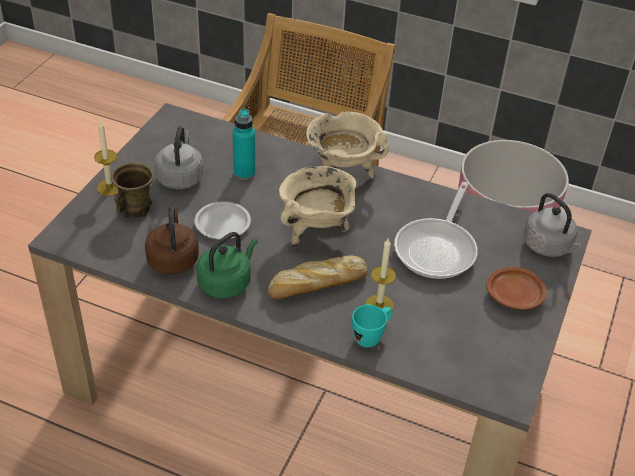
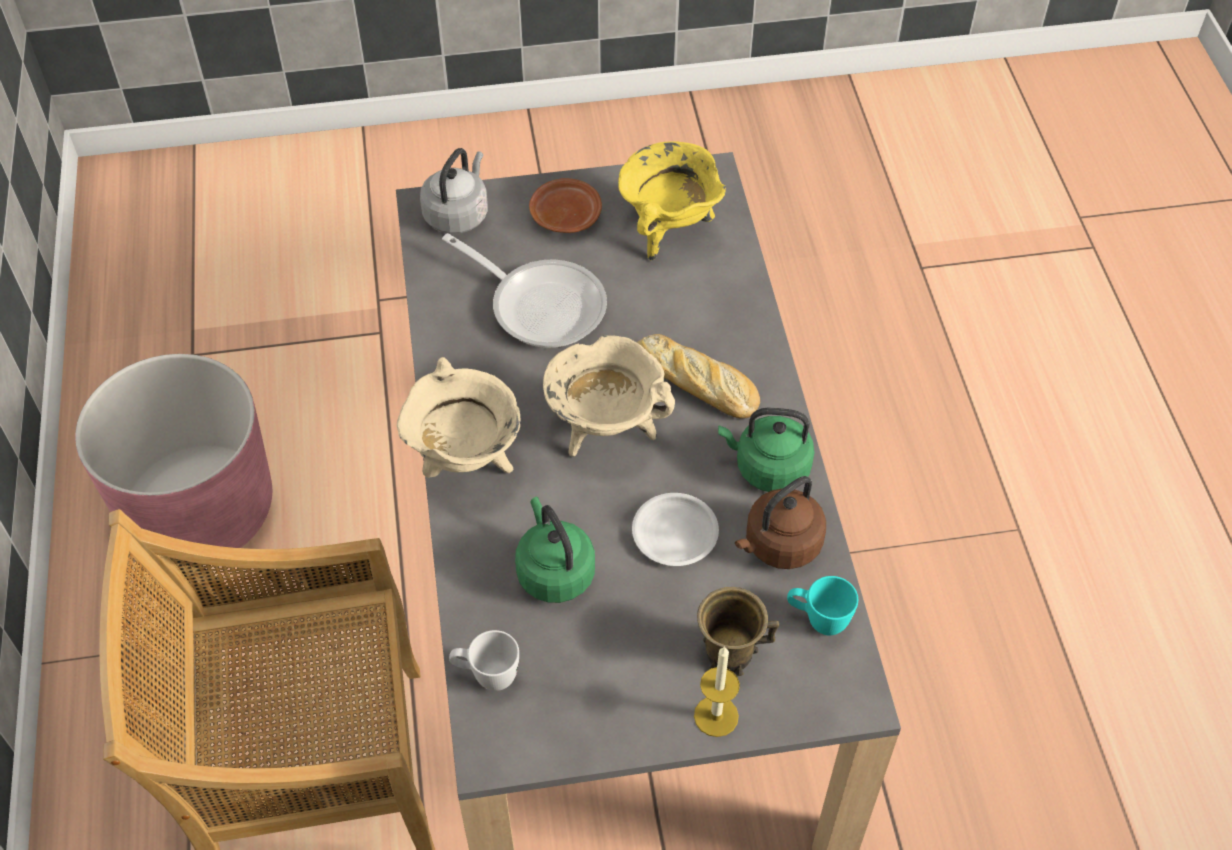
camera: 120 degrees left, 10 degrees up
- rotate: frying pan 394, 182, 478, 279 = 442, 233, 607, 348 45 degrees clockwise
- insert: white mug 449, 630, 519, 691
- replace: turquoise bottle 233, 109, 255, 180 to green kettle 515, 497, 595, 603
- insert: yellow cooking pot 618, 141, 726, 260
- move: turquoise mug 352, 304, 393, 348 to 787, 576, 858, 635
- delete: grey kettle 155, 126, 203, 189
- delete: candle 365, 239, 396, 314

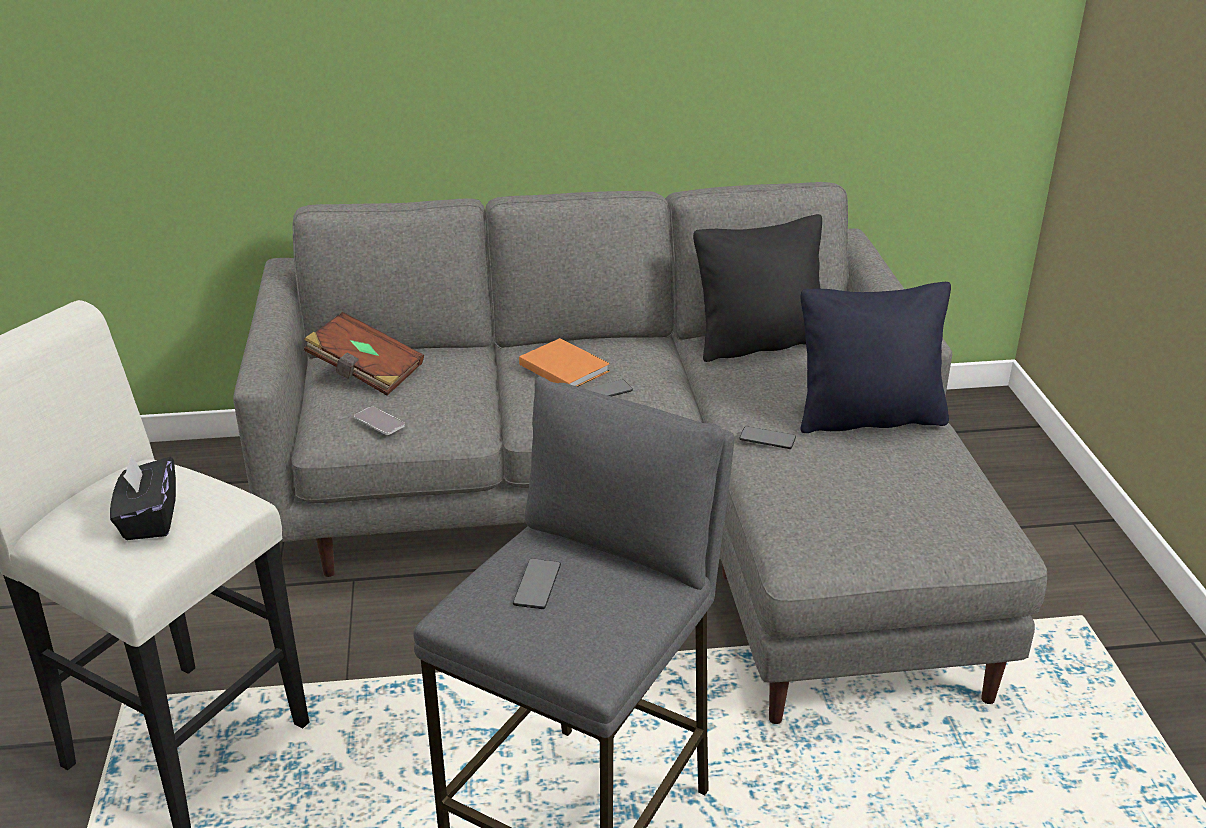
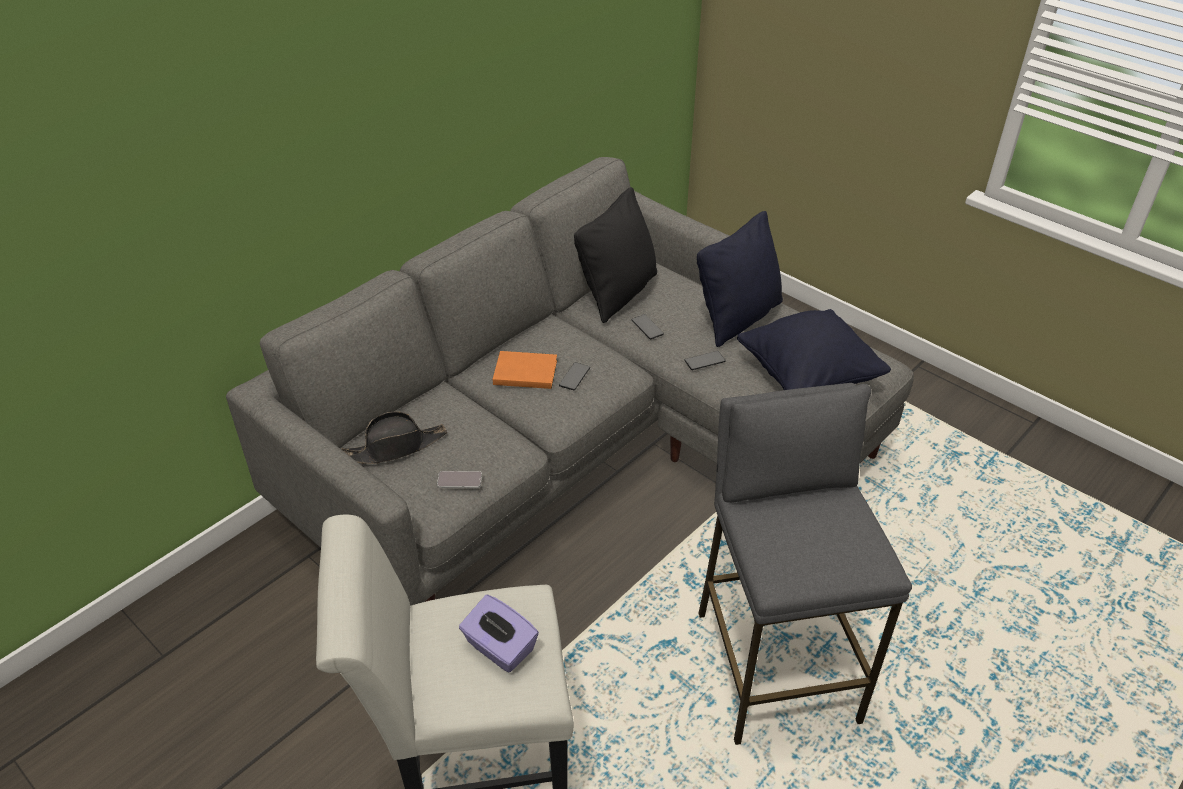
camera: 40 degrees left, 10 degrees up
- replace: brown book 304, 312, 424, 395 to black hat 341, 411, 447, 464
- recolor: black tissue box 110, 455, 176, 540 to purple tissue box 459, 595, 539, 673
- move: phone 513, 558, 561, 609 to 632, 314, 664, 339
- insert: black pillow 737, 309, 891, 390

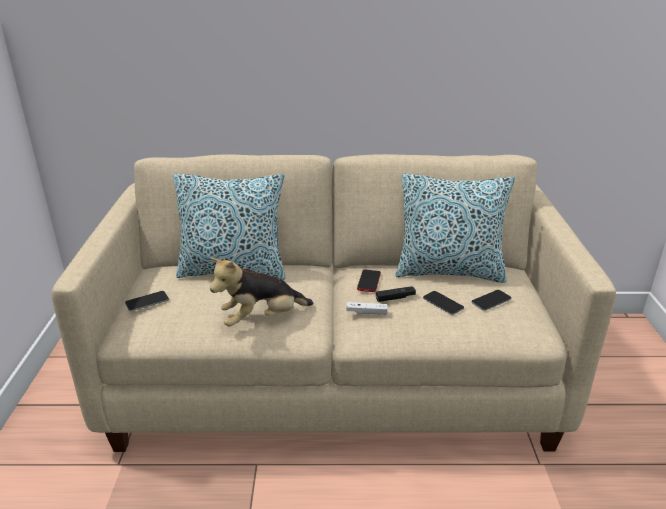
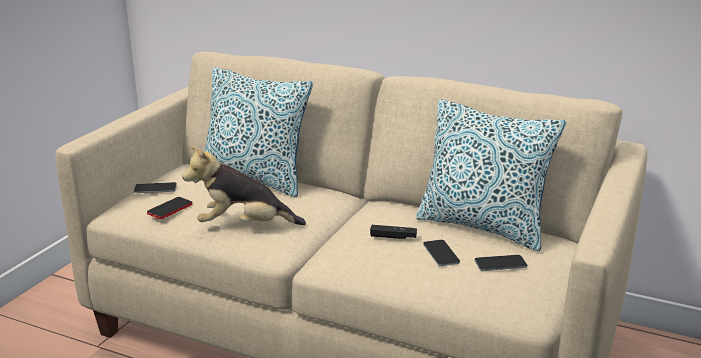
camera: 25 degrees right, 5 degrees down
- move: phone 357, 269, 381, 292 to 147, 197, 192, 219
- delete: white game controller 346, 302, 388, 315

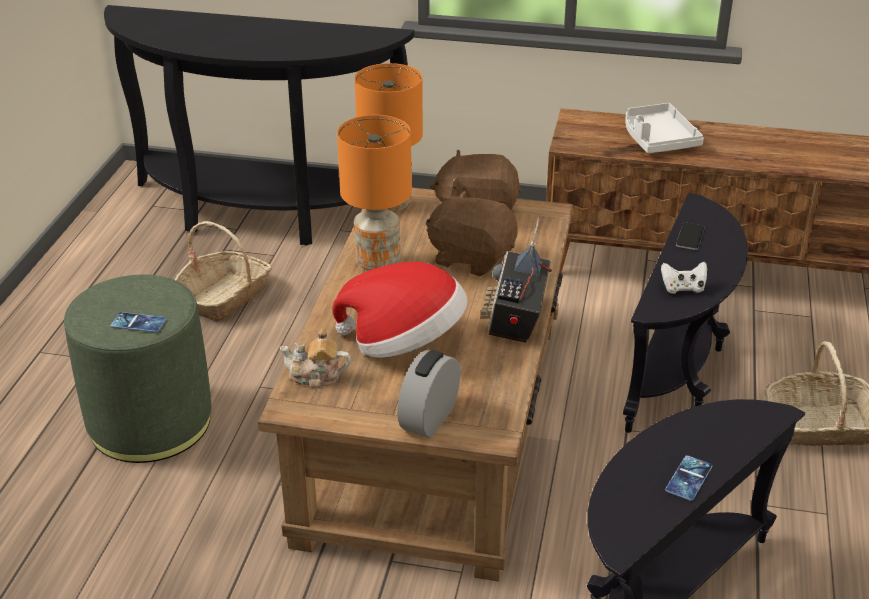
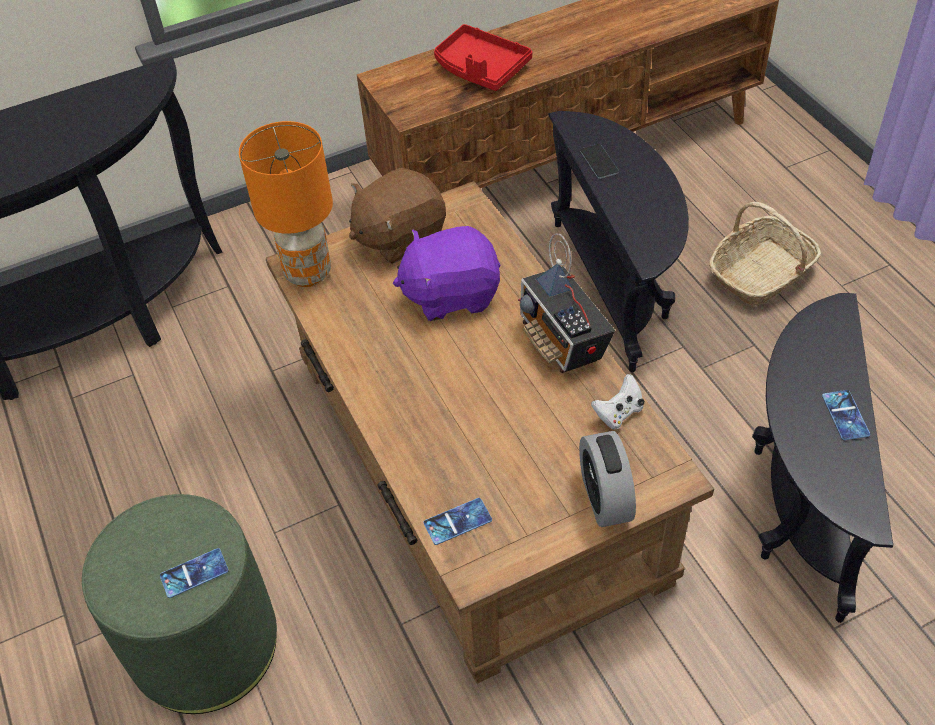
camera: 35 degrees left, 15 degrees up
- recolor: brown plush toy 426, 190, 518, 276 to purple plush toy 393, 226, 500, 321
- replace: teapot 280, 329, 351, 388 to phone 423, 498, 492, 545
- recolor: grey tray 625, 103, 704, 153 to red tray 434, 24, 532, 91
- move: white game controller 661, 262, 707, 294 to 591, 374, 644, 429
- delete: basket 174, 221, 272, 322
- delete: hat 332, 262, 468, 358
- delete: orange table lamp 337, 115, 412, 271

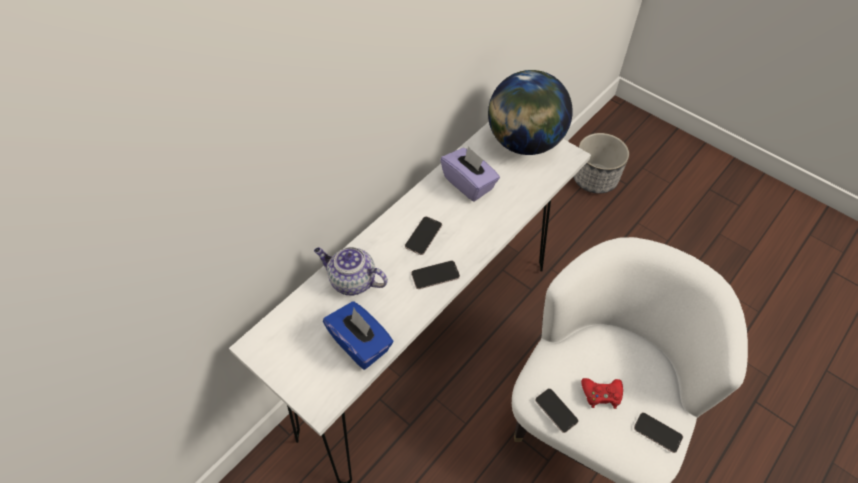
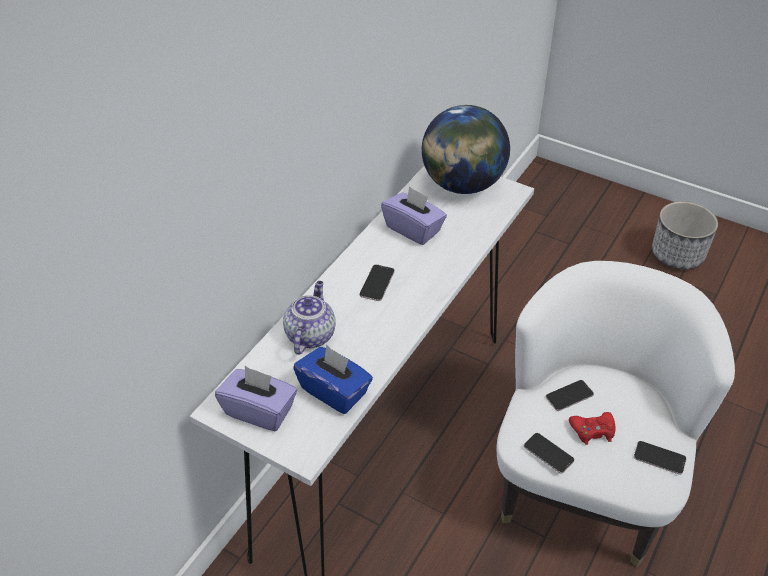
camera: 10 degrees left, 10 degrees down
- insert: purple tissue box 215, 366, 297, 431
- rotate: teapot 314, 247, 388, 295 = 283, 281, 336, 355 90 degrees clockwise
- move: phone 411, 260, 460, 289 to 546, 380, 594, 411
- move: planter 573, 133, 629, 194 to 652, 201, 718, 269

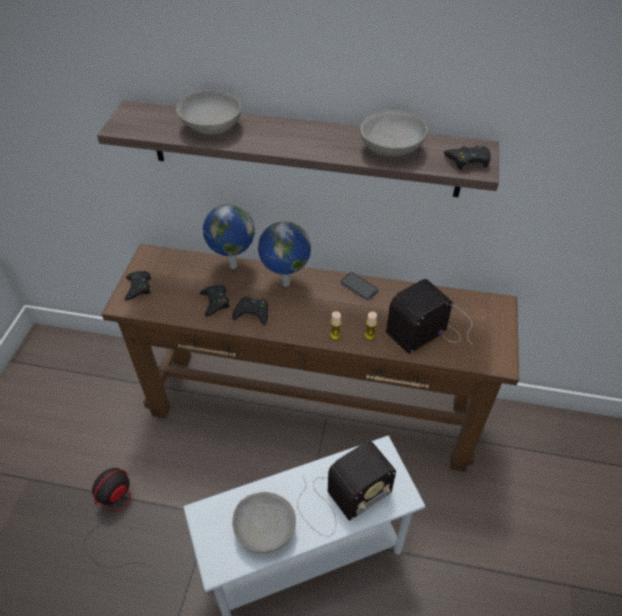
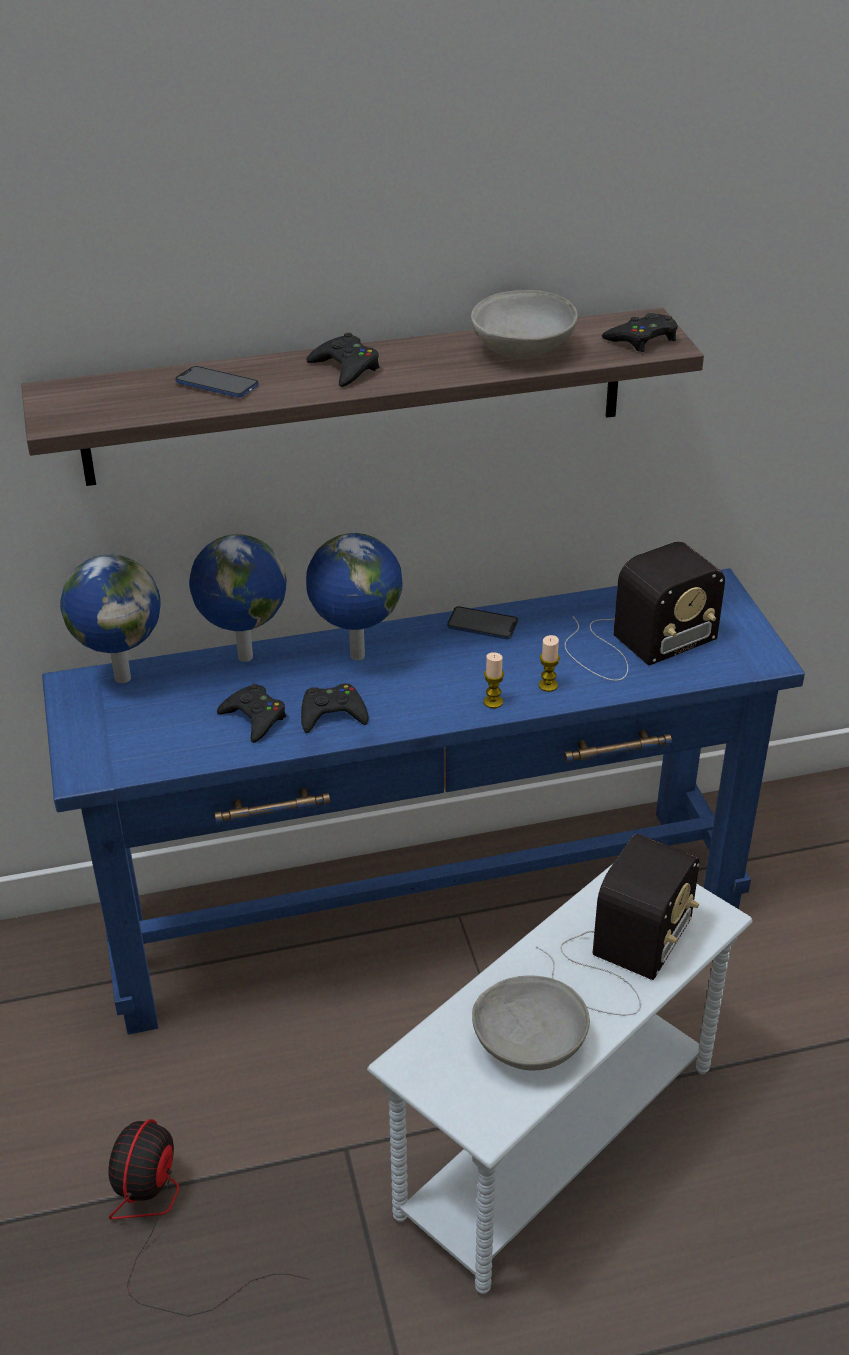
camera: 25 degrees left, 10 degrees down
- recolor: brown console table 101, 244, 519, 472 to blue console table 42, 568, 805, 1034
- insert: globe 60, 555, 161, 683
- replace: grey bowl 176, 90, 242, 134 to phone 175, 366, 259, 397
- move: black game controller 125, 271, 151, 300 to 306, 333, 379, 387
- rotate: radio 386, 279, 473, 354 = 564, 541, 725, 681 150 degrees counterclockwise

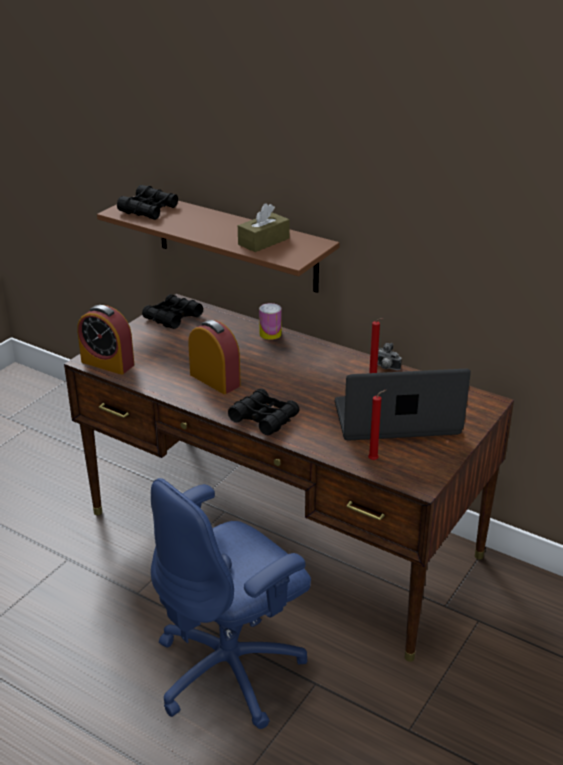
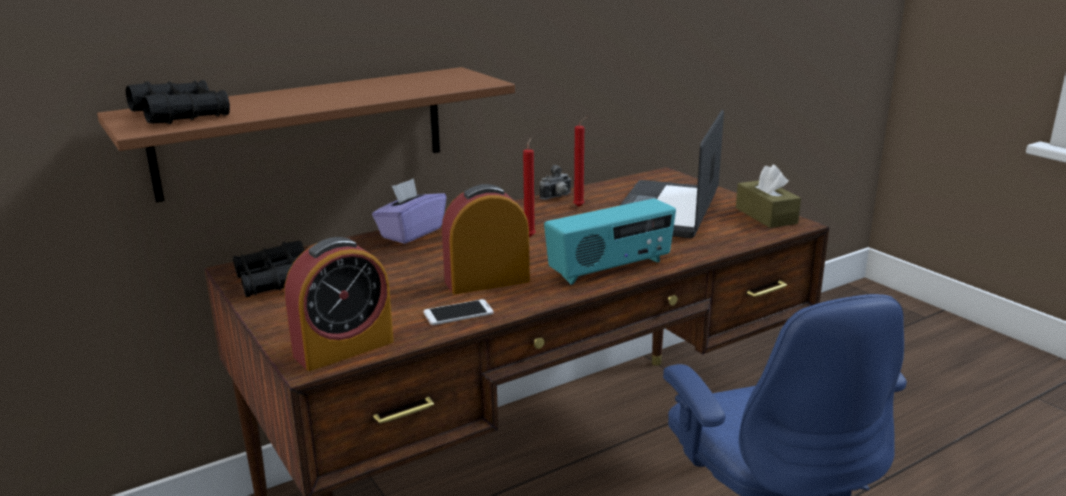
camera: 65 degrees left, 10 degrees down
- replace: can 259, 303, 281, 340 to purple tissue box 372, 178, 447, 244
- insert: phone 423, 299, 493, 325
- move: red candle 368, 390, 386, 460 to 523, 138, 536, 237
- replace: black binoculars 228, 388, 300, 435 to radio 544, 198, 676, 285
- move: brown tissue box 238, 203, 290, 252 to 736, 164, 801, 228

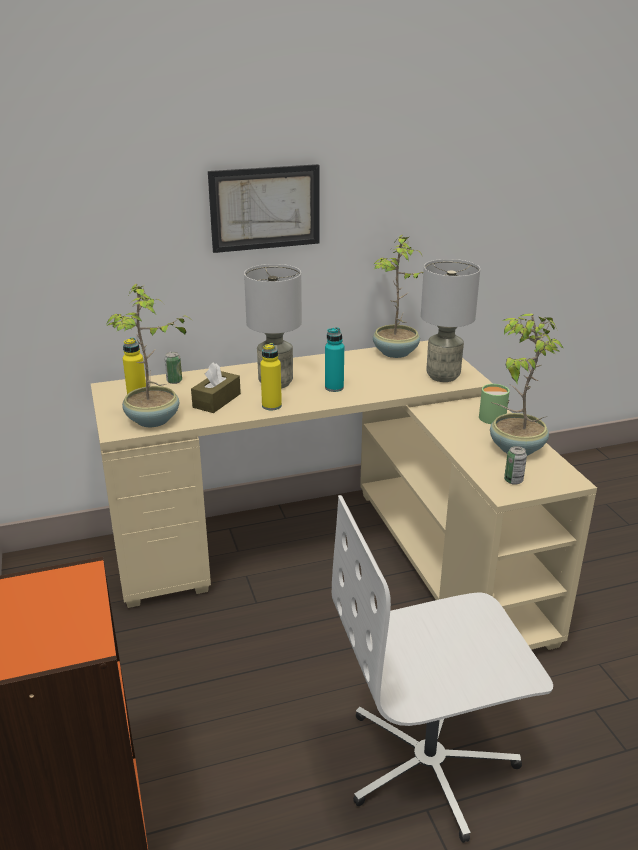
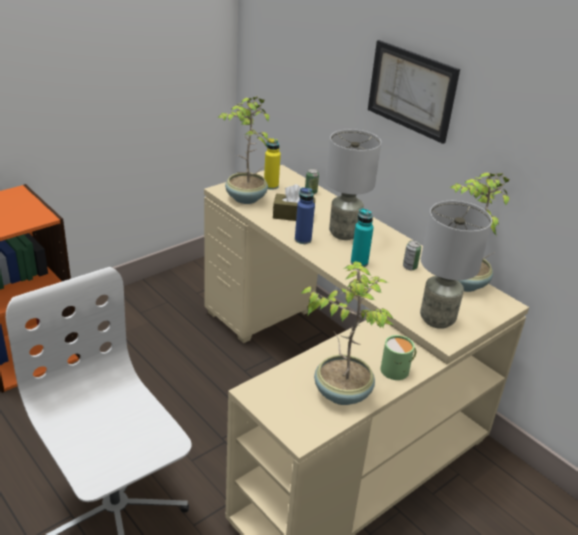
camera: 65 degrees right, 5 degrees up
- recolor: yellow bottle 260, 343, 282, 410 to blue bottle 295, 187, 315, 244
- move: can 504, 446, 527, 485 to 403, 240, 421, 270

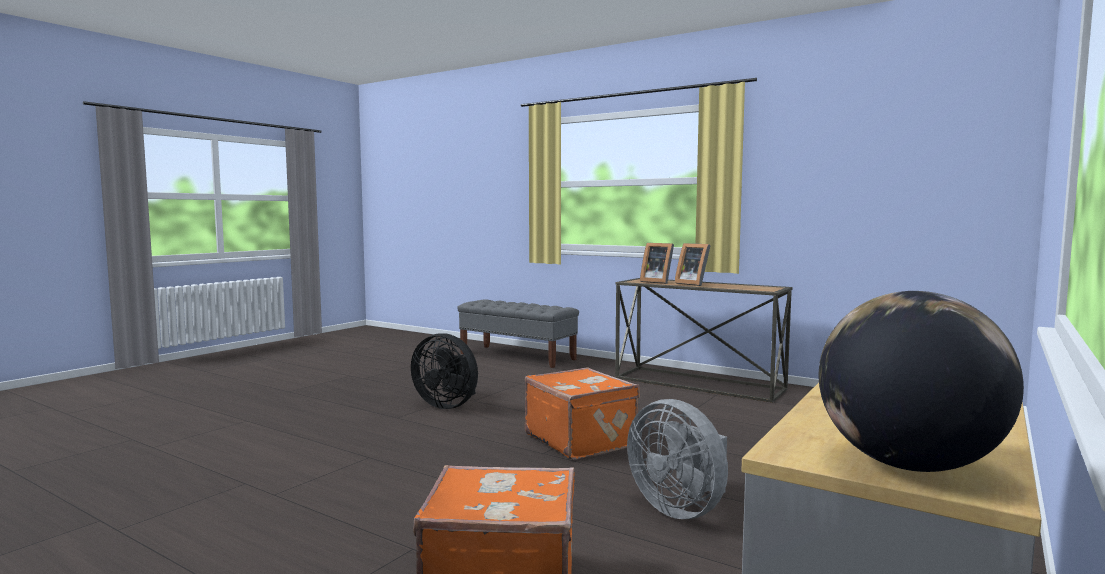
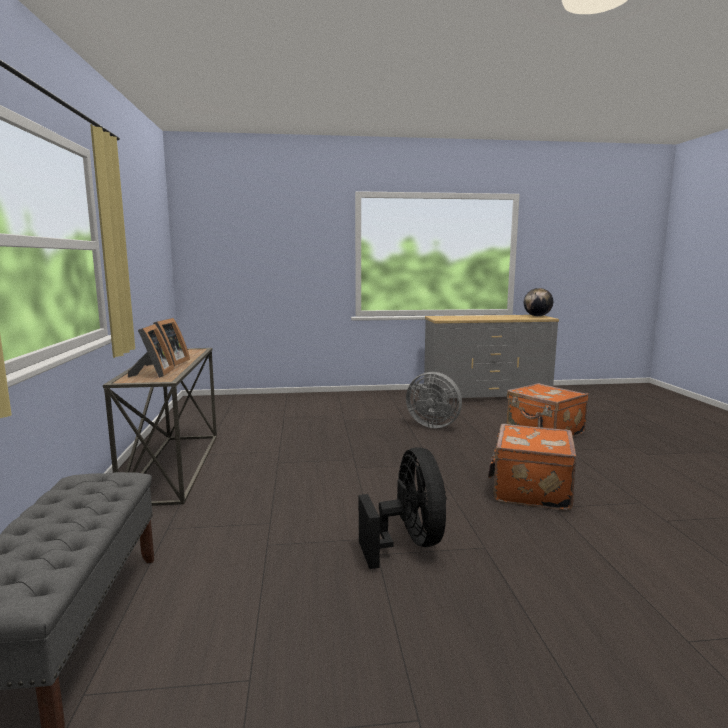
camera: 130 degrees left, 5 degrees up
- rotate: grey fan 627, 399, 728, 519 = 406, 372, 462, 428 105 degrees clockwise
- move: orange suitcase 525, 367, 640, 460 to 488, 424, 577, 511

